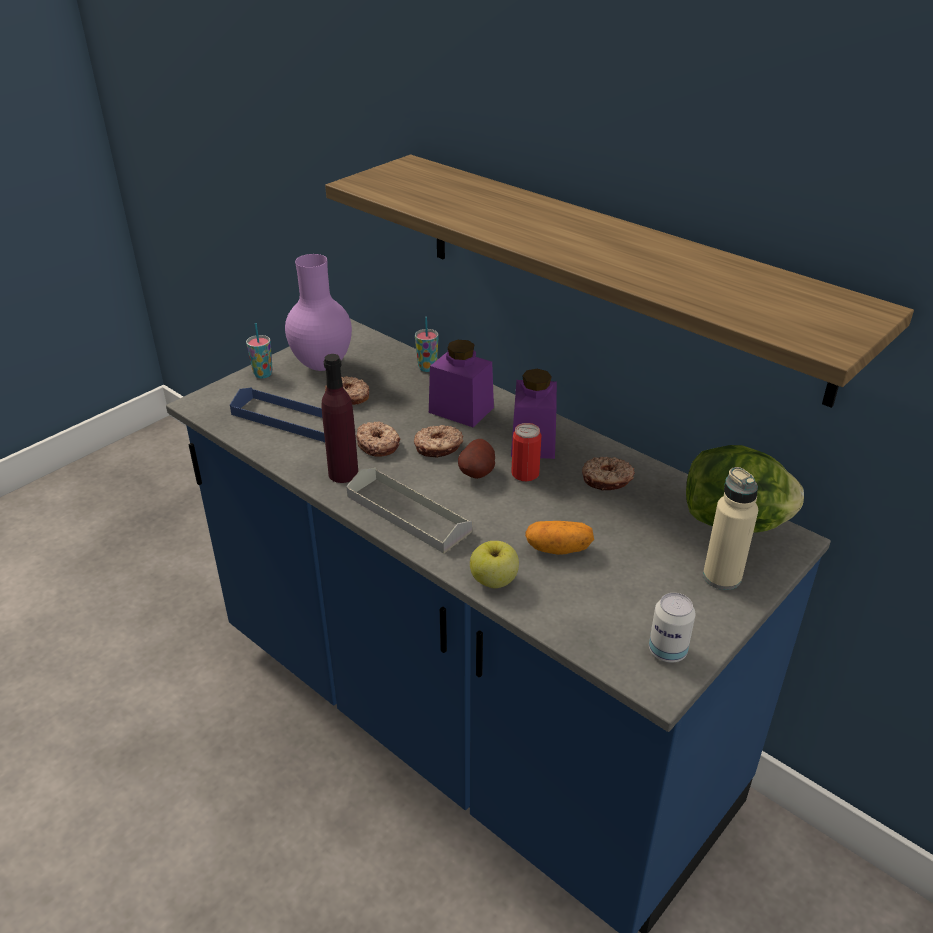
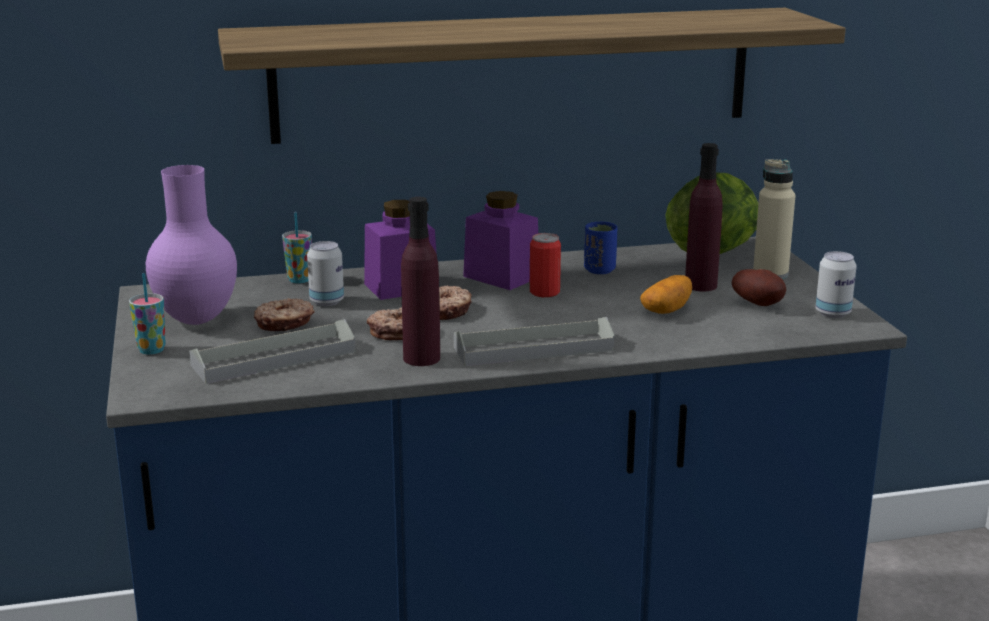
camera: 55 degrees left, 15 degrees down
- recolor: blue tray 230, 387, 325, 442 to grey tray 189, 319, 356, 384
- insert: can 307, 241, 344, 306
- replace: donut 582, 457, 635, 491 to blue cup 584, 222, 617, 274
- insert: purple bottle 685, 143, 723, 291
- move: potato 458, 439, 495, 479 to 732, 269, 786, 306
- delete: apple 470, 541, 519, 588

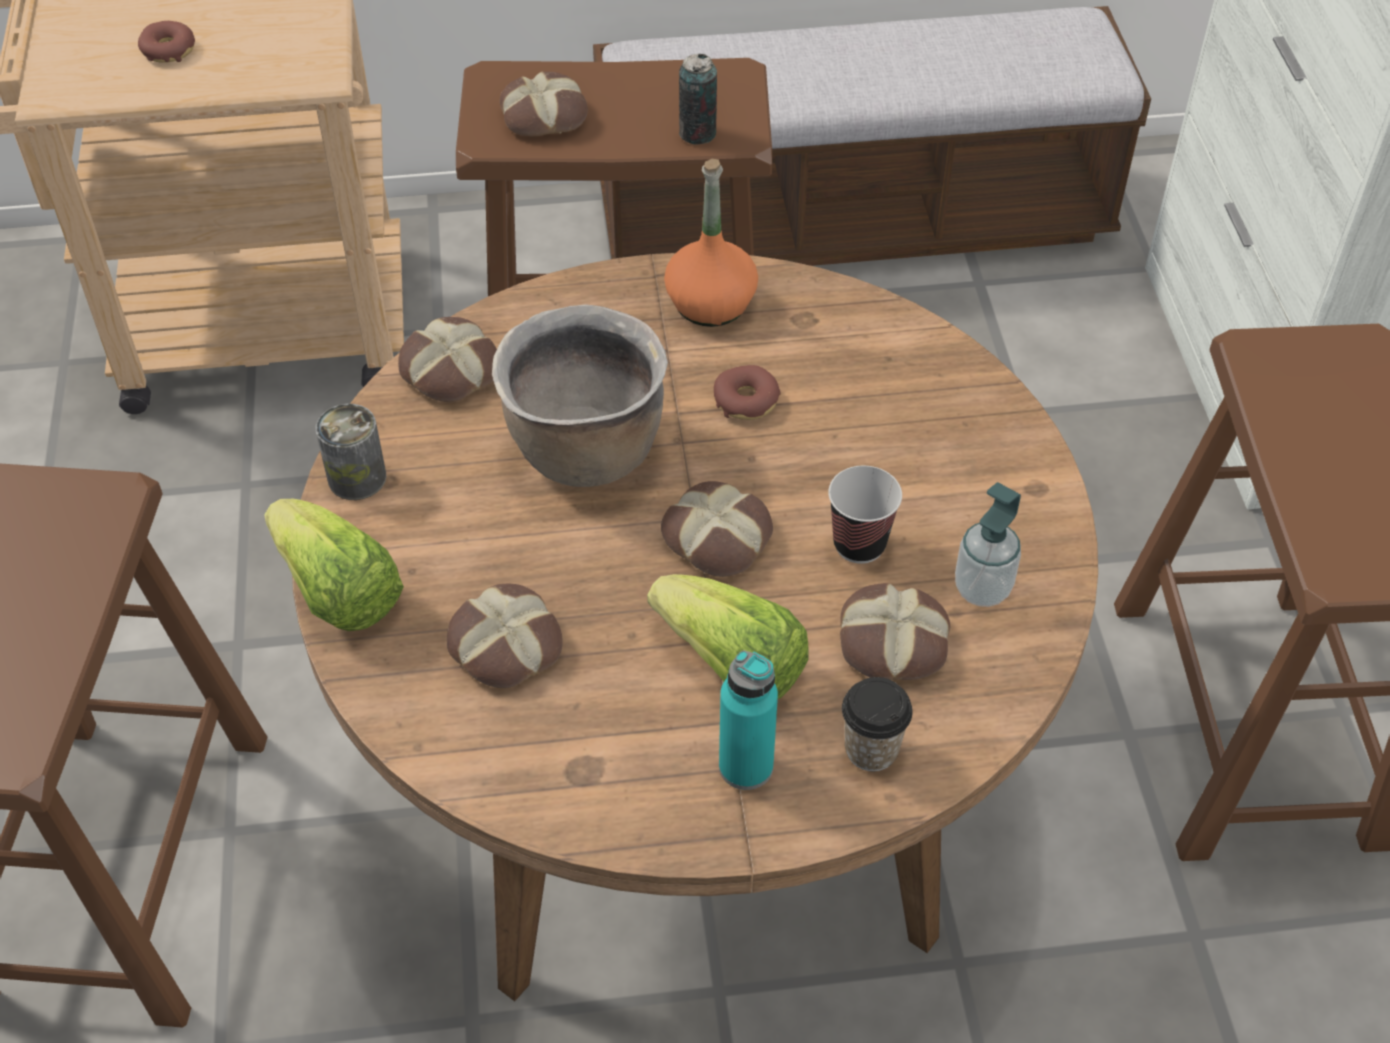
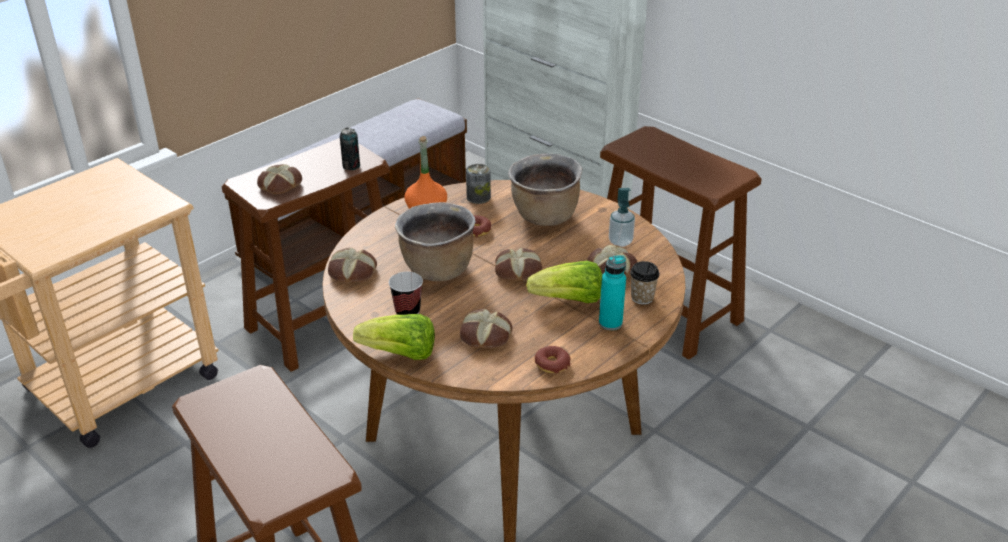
camera: 40 degrees left, 15 degrees down
- move: cup 828, 466, 902, 564 to 389, 272, 423, 315
- move: can 315, 404, 387, 500 to 466, 164, 491, 204
- insert: brown cooking pot 508, 154, 583, 226
- move: donut 138, 21, 195, 63 to 535, 346, 570, 373

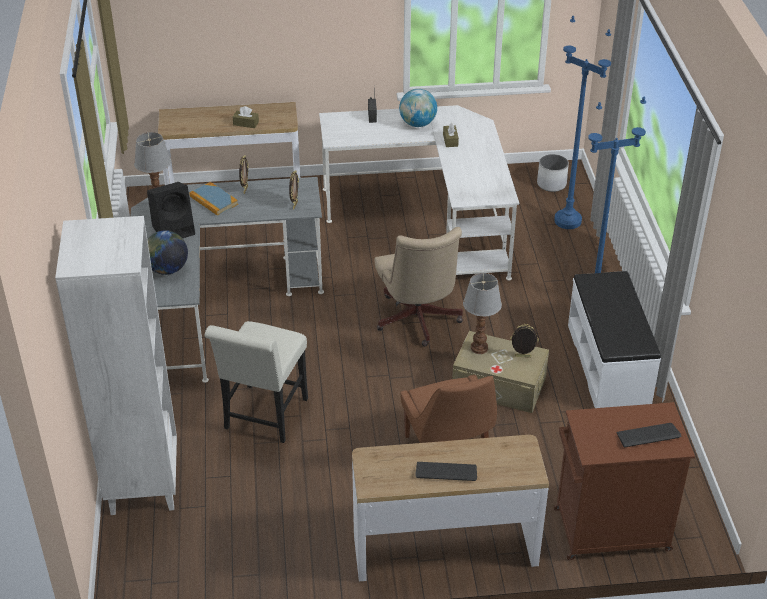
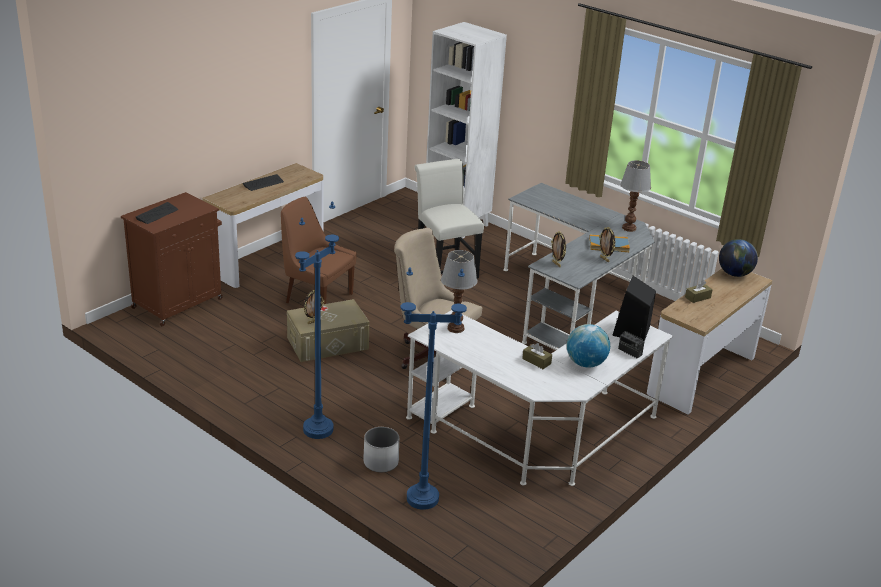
camera: 135 degrees right, 10 degrees down
- move: white planter 537, 154, 569, 192 to 363, 427, 399, 472
- move: table lamp 463, 273, 502, 354 to 441, 250, 478, 333
- move: black speaker 147, 182, 195, 238 to 612, 276, 656, 341
- move: globe 147, 230, 188, 275 to 719, 239, 758, 277
- delete: white bench 568, 271, 661, 408

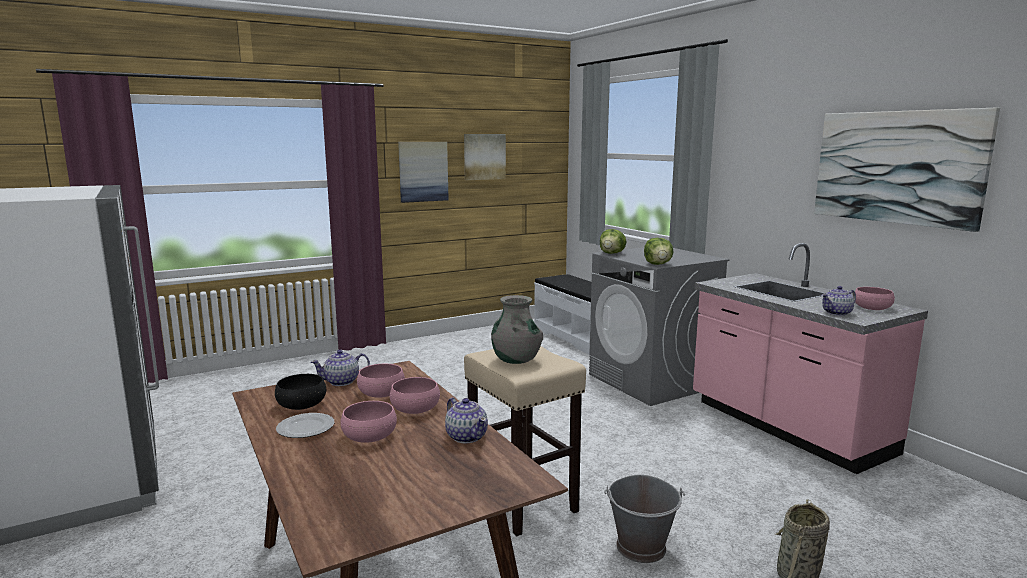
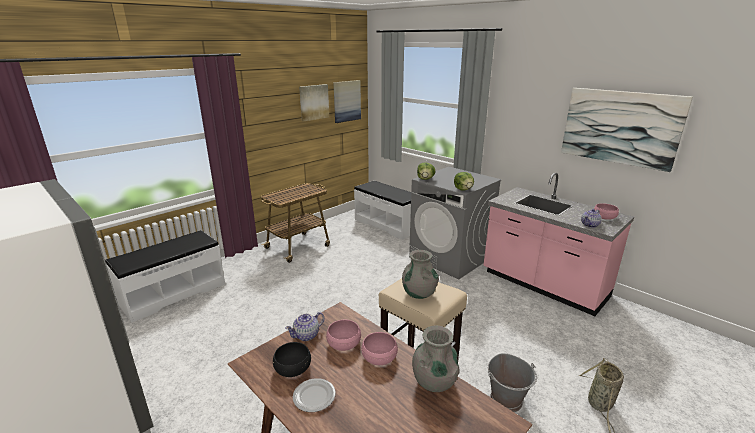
camera: 15 degrees left, 10 degrees up
- insert: white bench 105, 230, 225, 323
- insert: cart 261, 183, 330, 263
- move: picture 398, 142, 449, 203 to 333, 80, 361, 123
- replace: teapot 445, 398, 488, 443 to grey vase 412, 326, 460, 392
- delete: pink bowl 340, 401, 397, 443

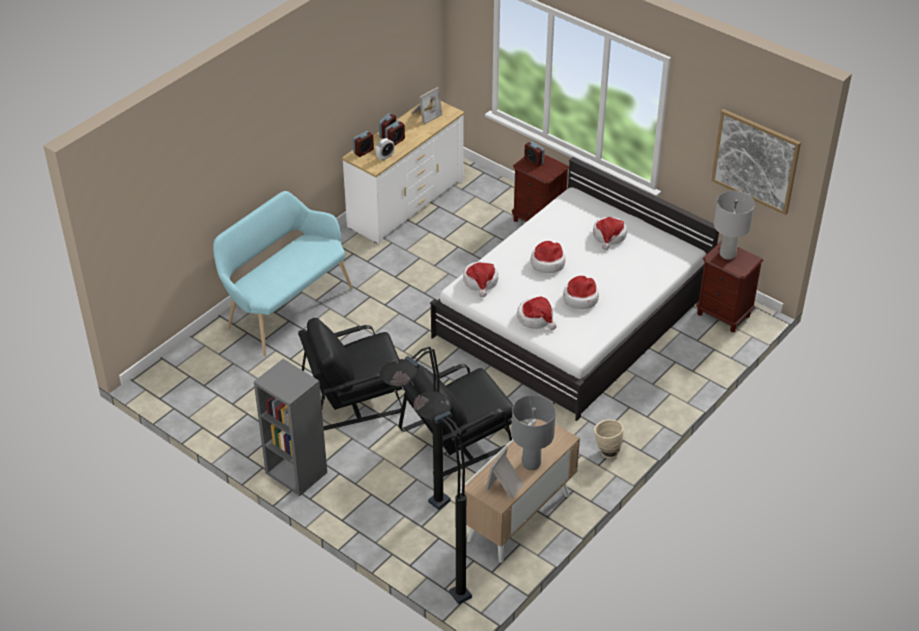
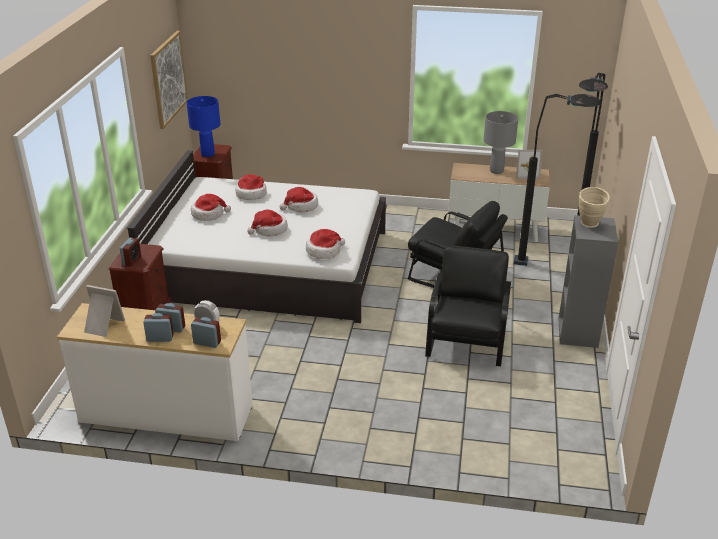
camera: 120 degrees left, 10 degrees down
- recolor: grey table lamp 714, 191, 755, 260 to blue table lamp 187, 96, 220, 157
- move: hat 517, 296, 557, 330 to 235, 174, 267, 200
- rotate: black armchair 298, 318, 402, 430 = 425, 246, 511, 366 120 degrees counterclockwise
- move: beige vase 594, 419, 623, 459 to 579, 187, 610, 228
- delete: turquoise bench 213, 191, 353, 356

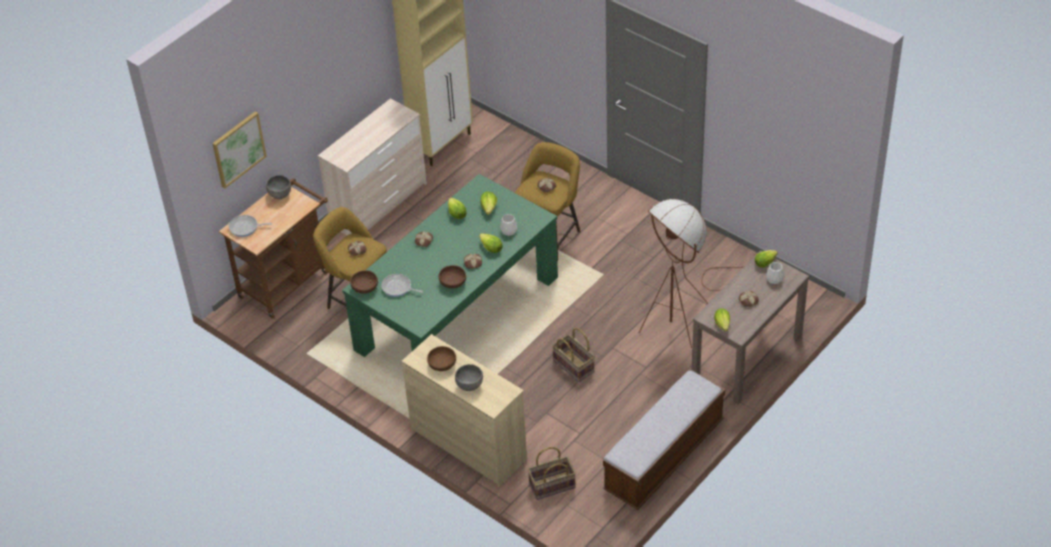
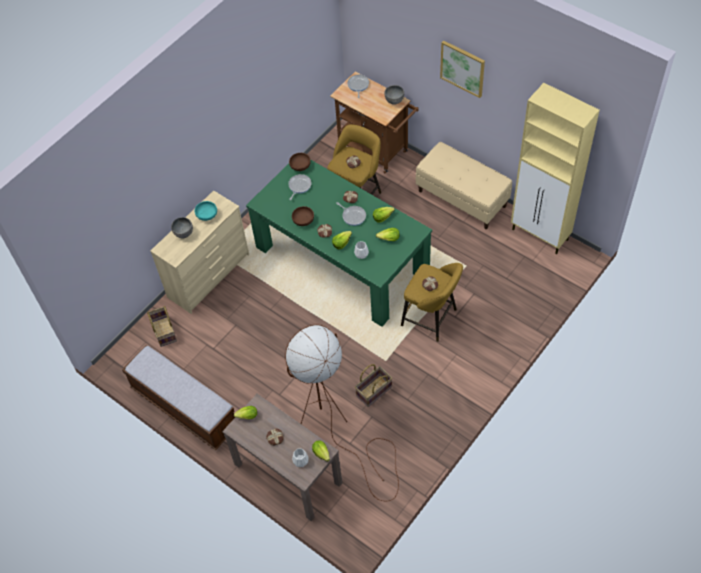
camera: 90 degrees right, 10 degrees up
- recolor: brown bowl 427, 346, 456, 371 to turquoise bowl 195, 201, 217, 221
- insert: frying pan 336, 202, 366, 226
- move: basket 552, 328, 595, 382 to 355, 364, 392, 407
- replace: beige dresser 318, 98, 427, 235 to beige bench 416, 142, 512, 229
- move: picture 212, 111, 267, 188 to 440, 40, 485, 98

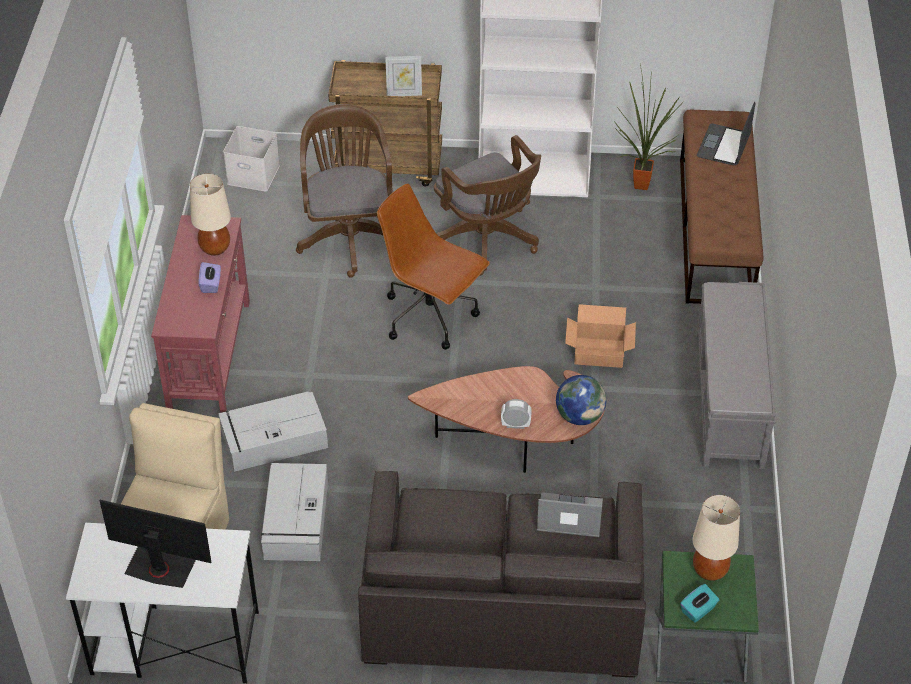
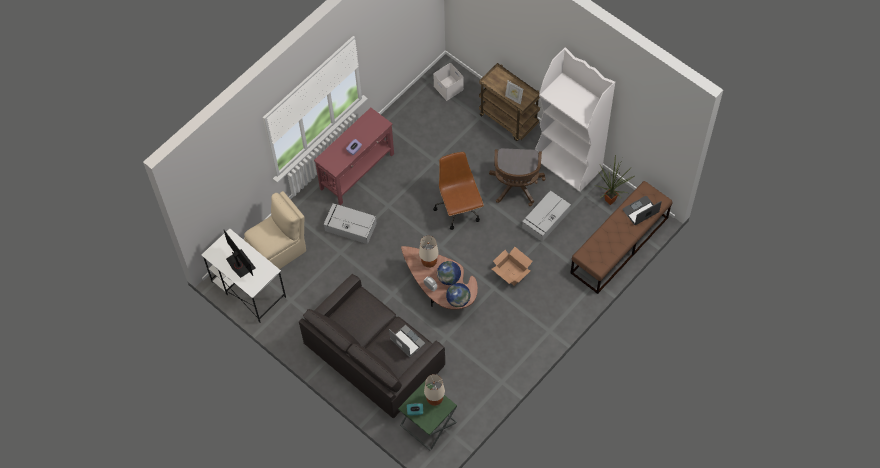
camera: 40 degrees right, 15 degrees up
- move: beige table lamp 190, 173, 231, 256 to 419, 236, 439, 268
- insert: globe 437, 261, 461, 285
- move: grey storage box 261, 463, 328, 561 to 522, 191, 571, 242
- delete: brown office chair 296, 104, 393, 278
- delete: grey bench 696, 282, 776, 469

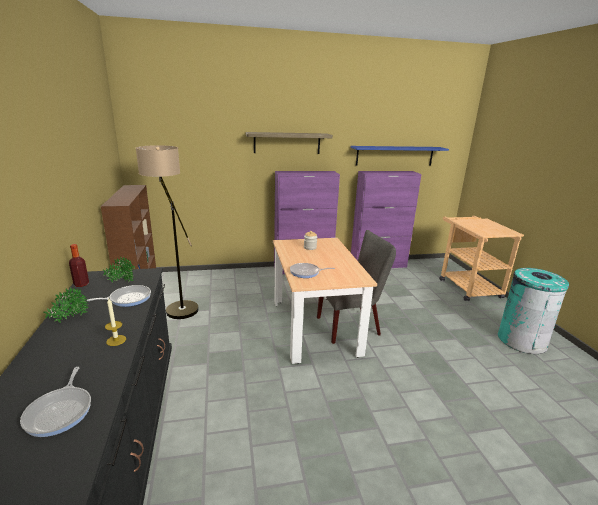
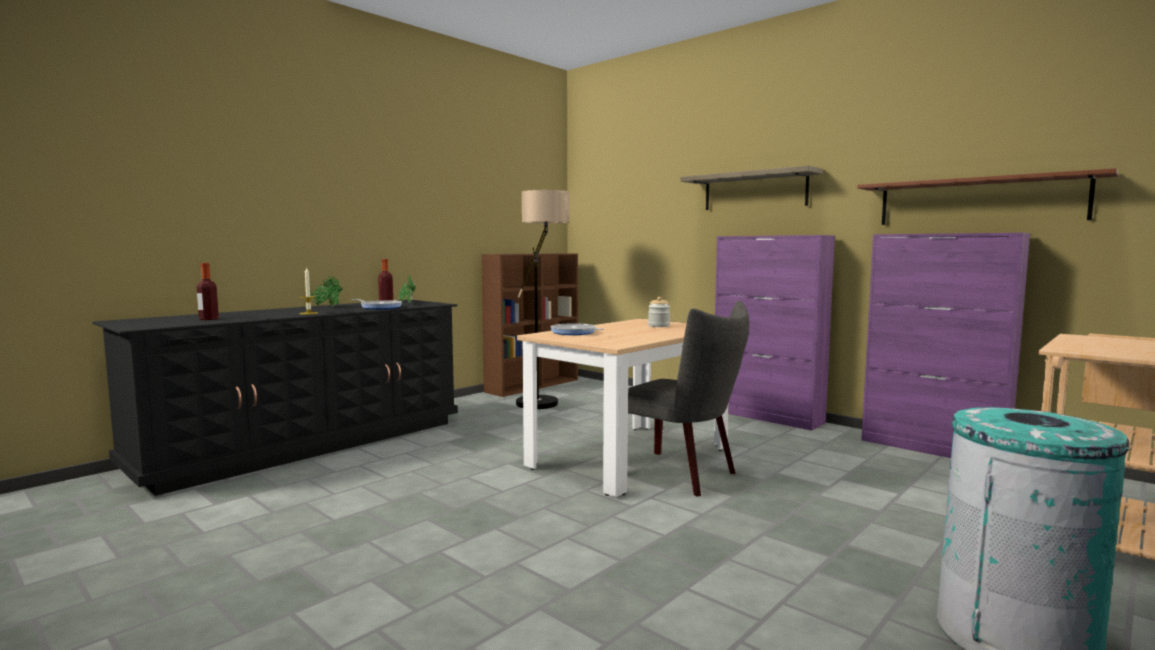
camera: 55 degrees right, 15 degrees down
- replace: frying pan 20, 367, 91, 437 to bottle 197, 263, 219, 320
- recolor: blue shelf 350, 146, 449, 166 to brown shelf 857, 168, 1119, 225

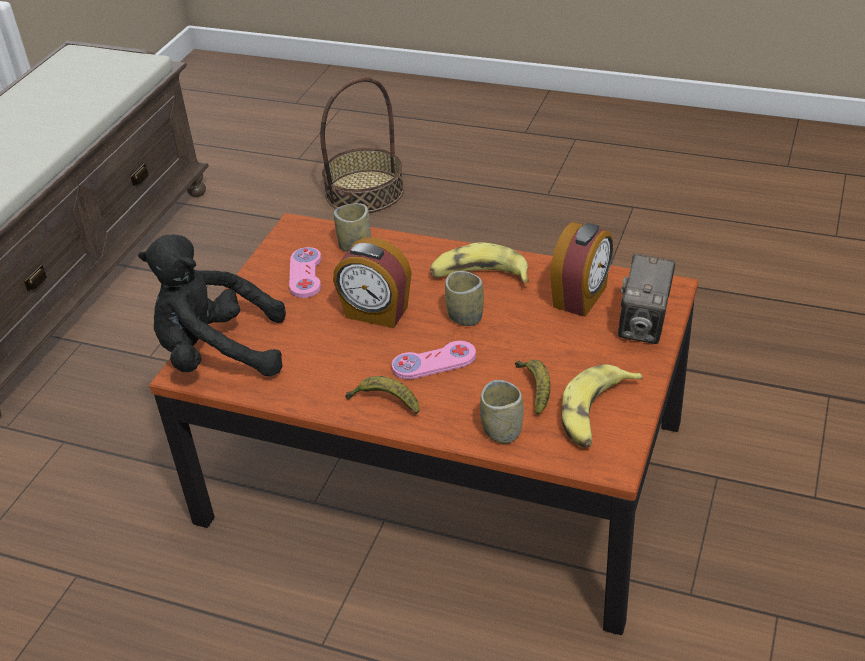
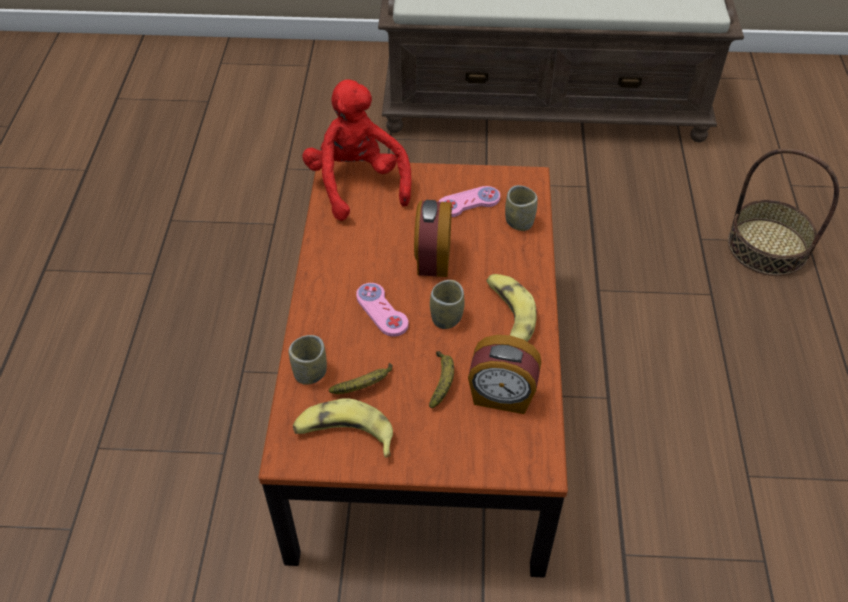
camera: 70 degrees right, 10 degrees up
- recolor: black plush toy 138, 234, 286, 376 to red plush toy 302, 80, 411, 221
- move: banana 345, 376, 419, 414 to 429, 351, 454, 408
- delete: photo camera 618, 254, 675, 344

